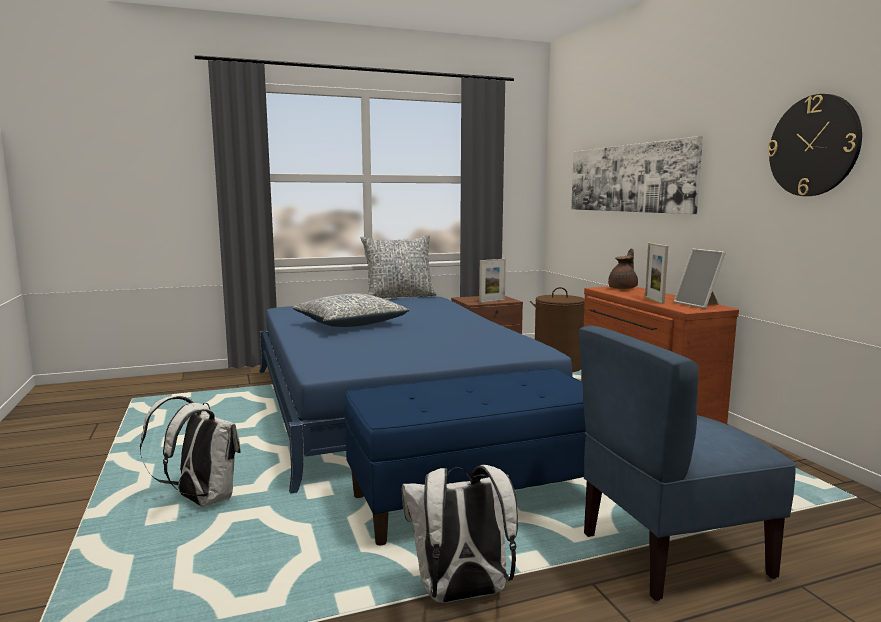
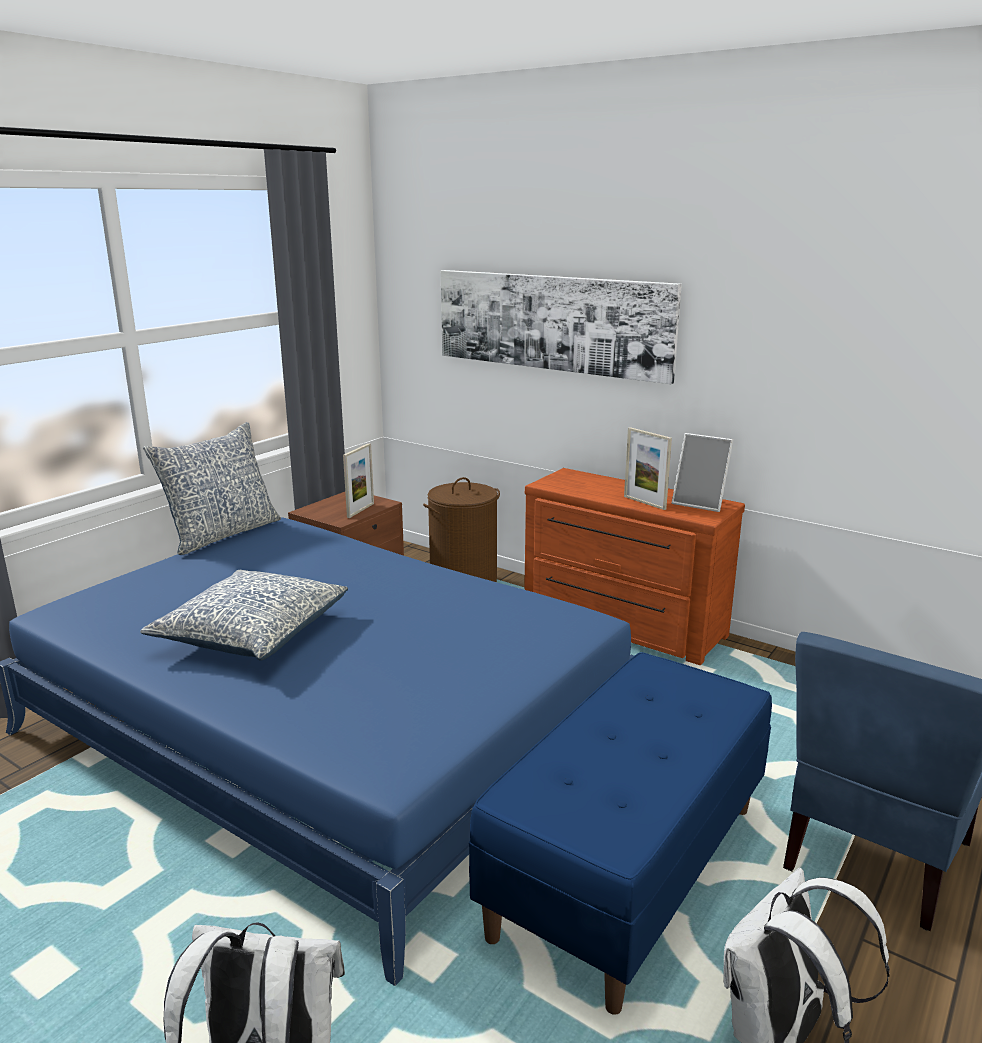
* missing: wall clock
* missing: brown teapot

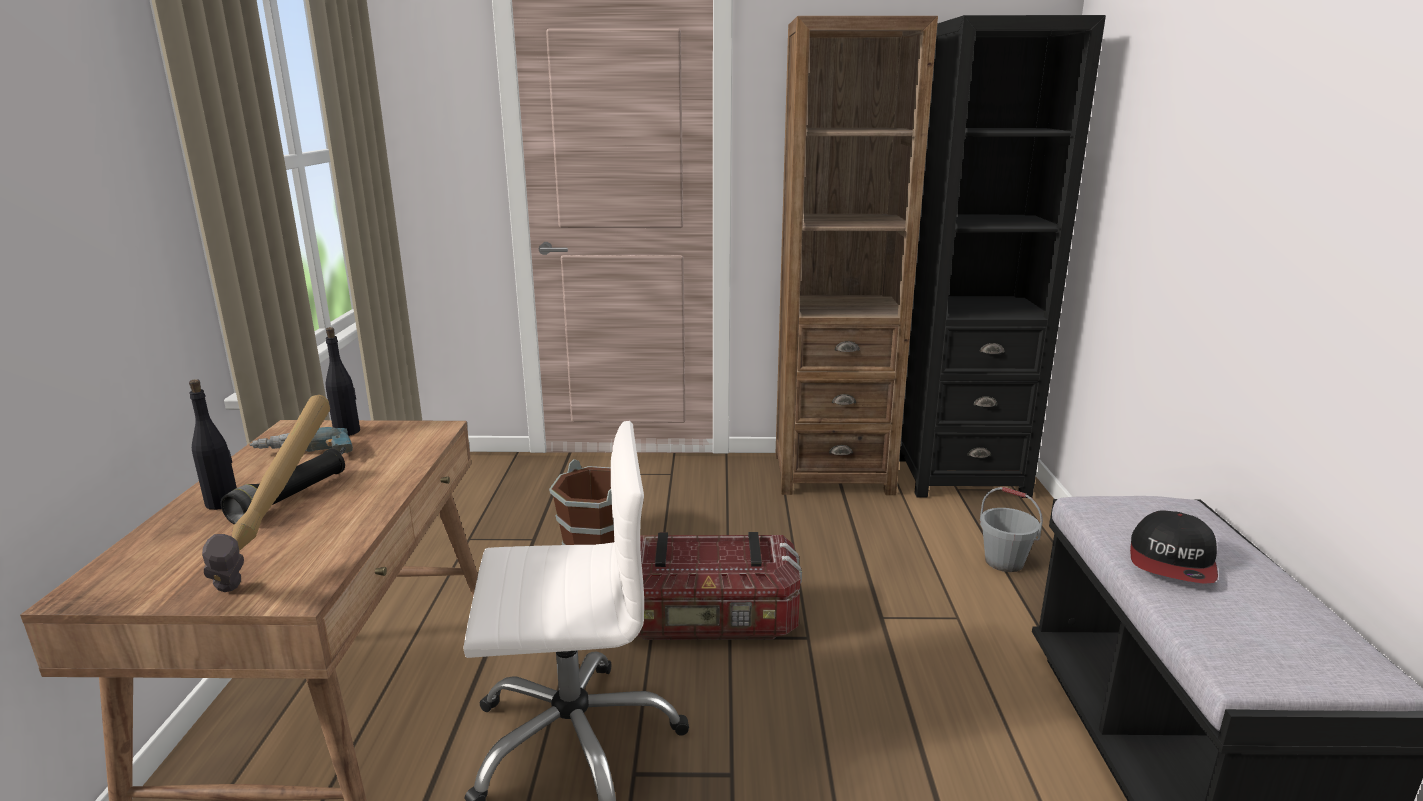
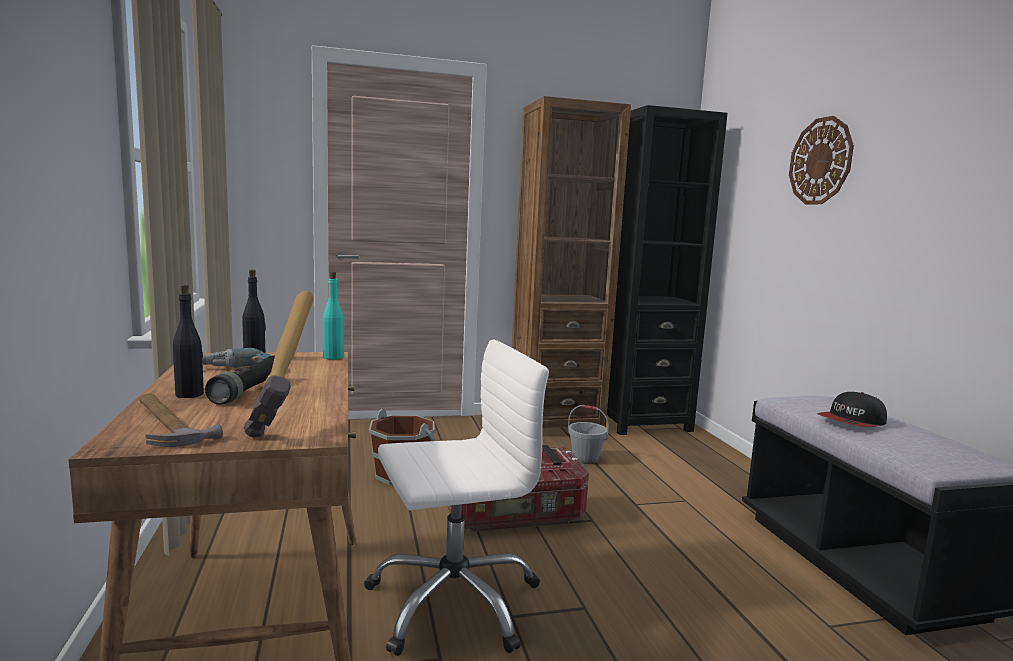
* relocated: grey bucket
* spun: cap 45 degrees clockwise
* appeared: wall clock
* appeared: turquoise bottle
* appeared: hammer (no. 1 from left)

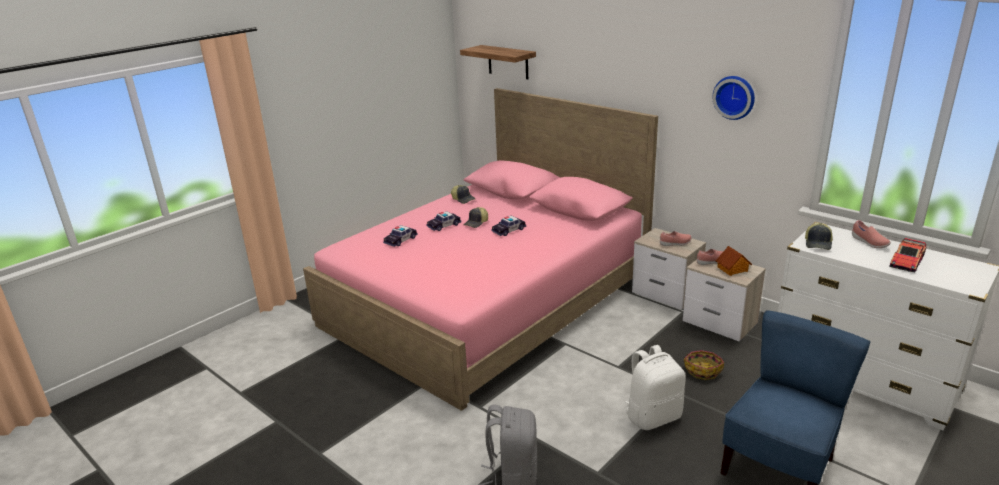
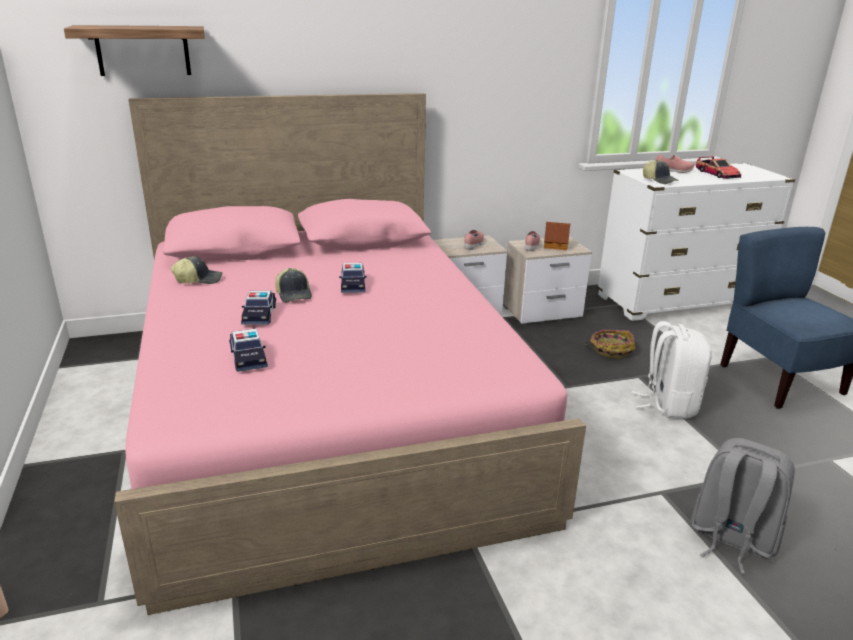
* missing: wall clock

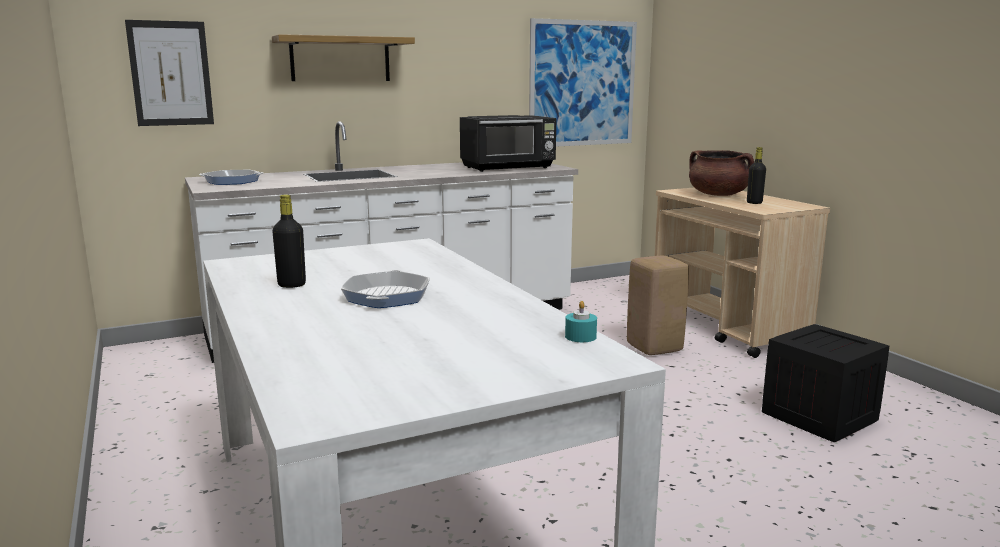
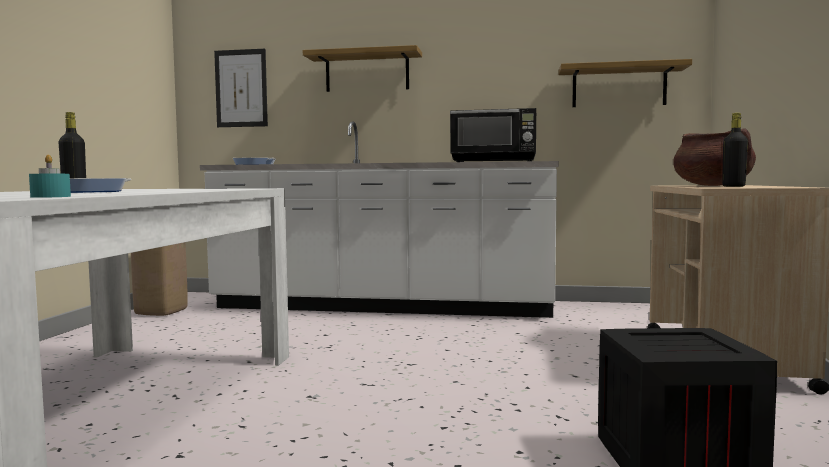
* exchanged: picture (no. 2 from left) to shelf (no. 2 from left)
* relocated: beige stool

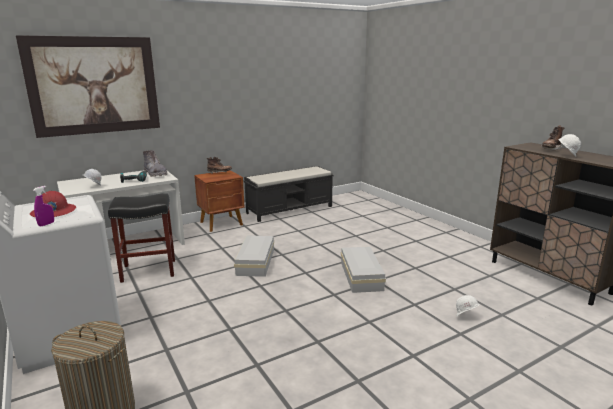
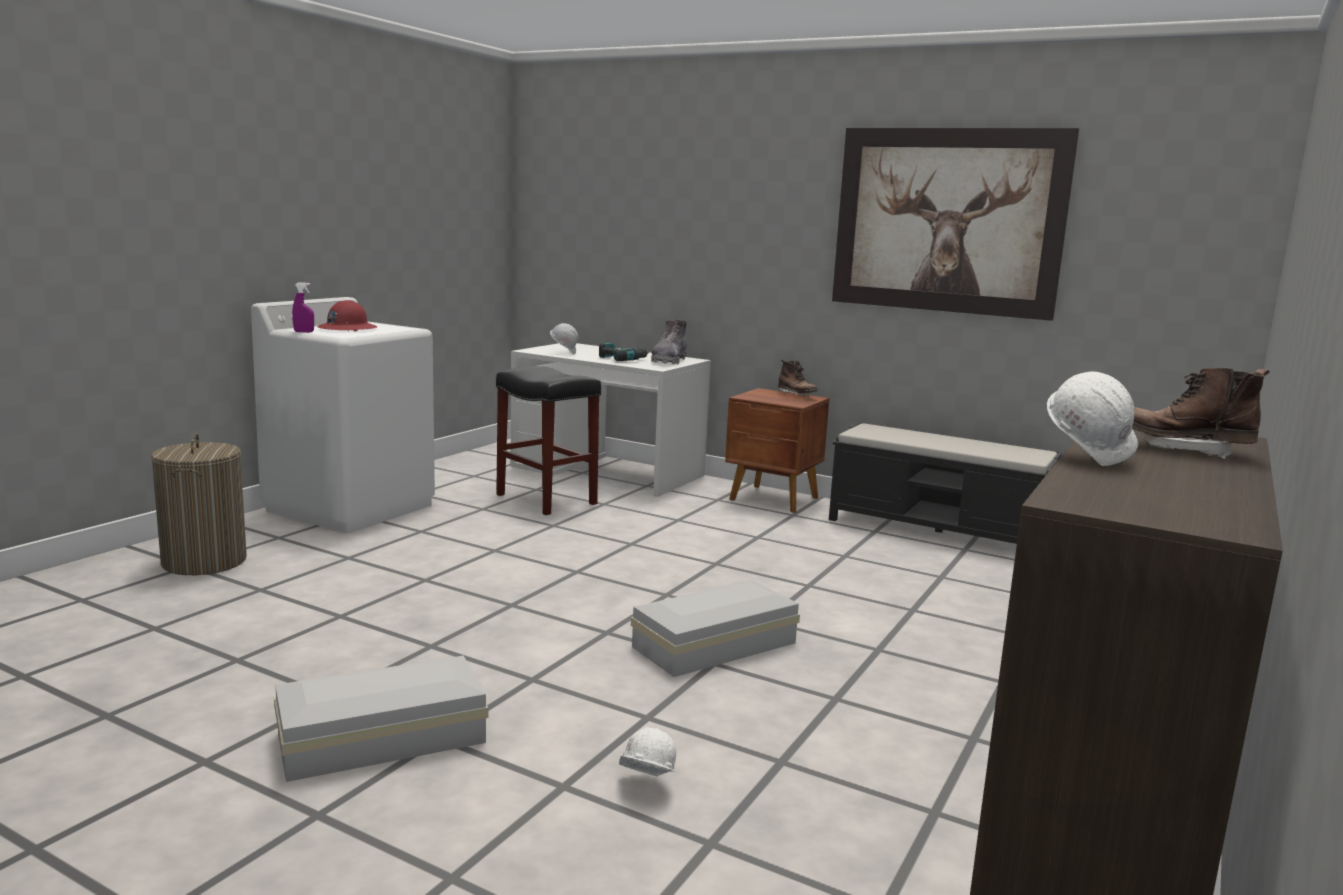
* relocated: picture
* relocated: white storage box (no. 1 from left)

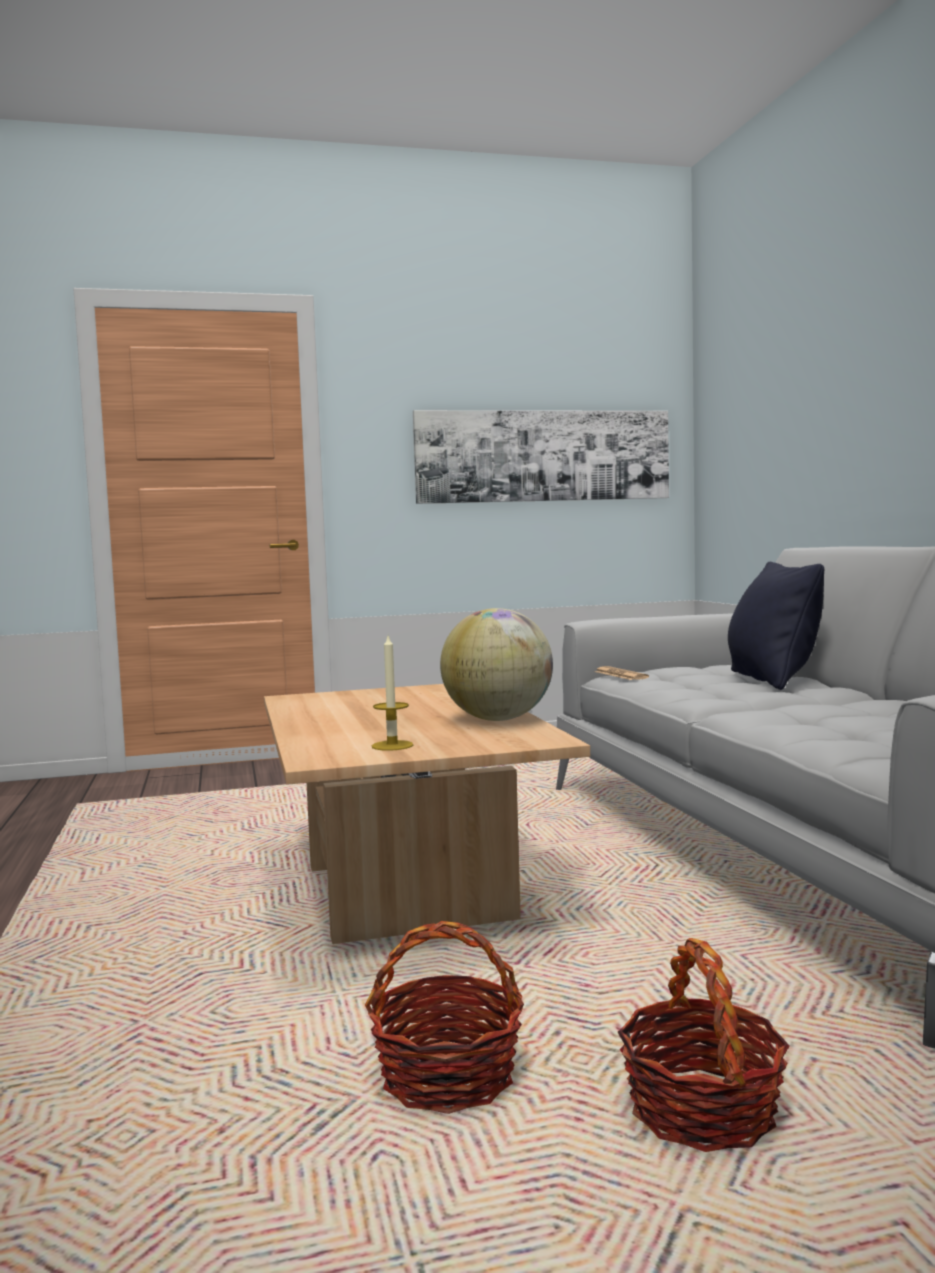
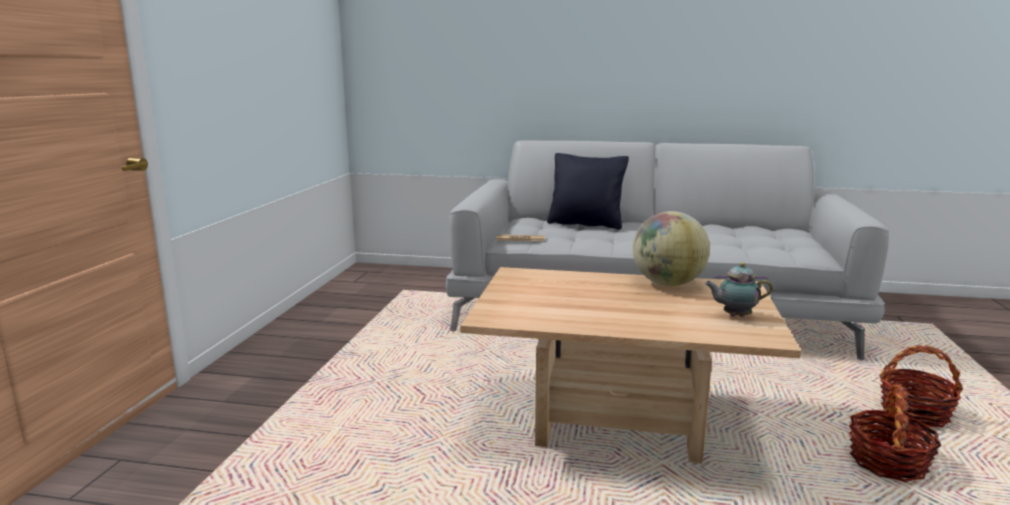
* missing: picture
* exchanged: candle to teapot

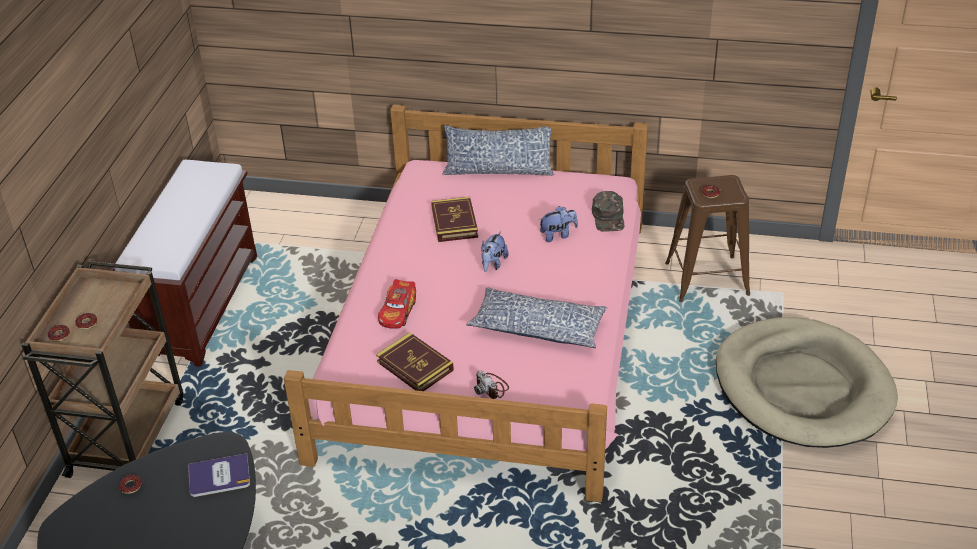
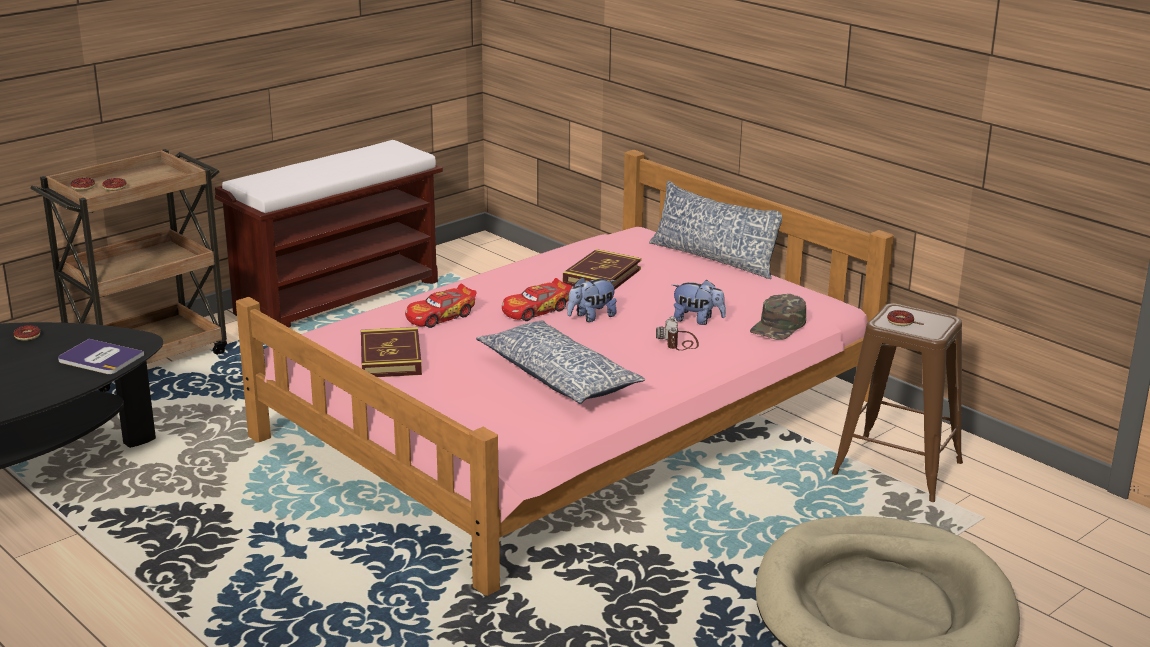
* relocated: photo camera
* appeared: toy car (no. 2 from left)

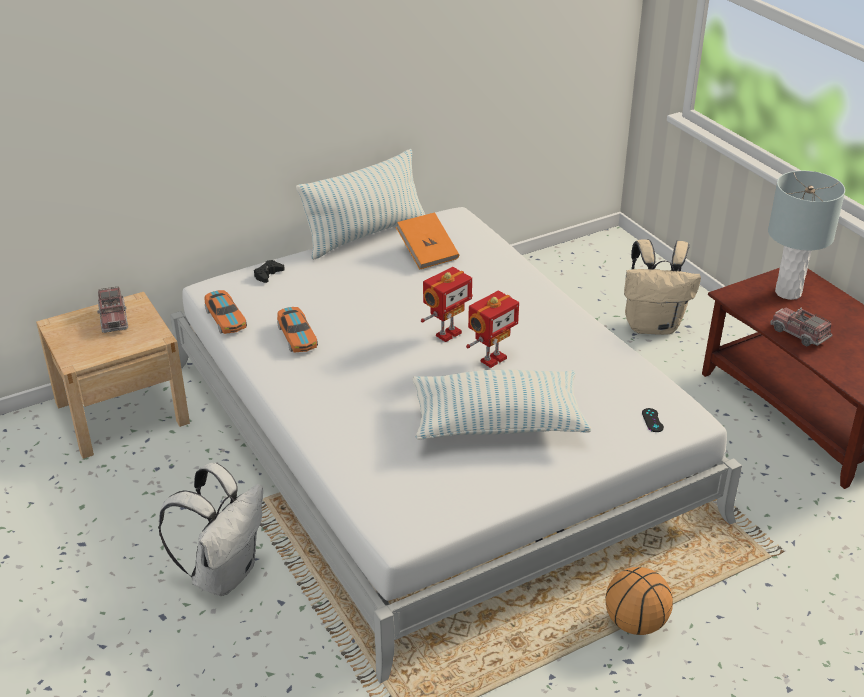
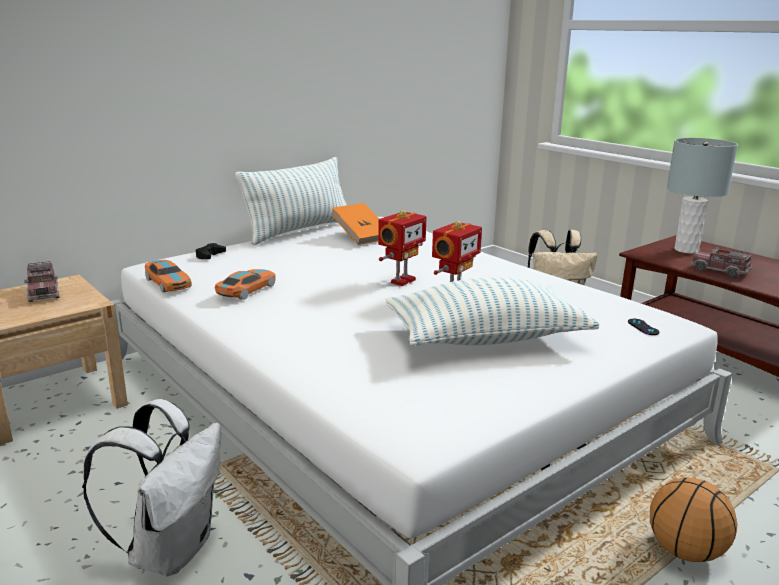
* spun: toy car (no. 2 from left) 120 degrees counterclockwise

